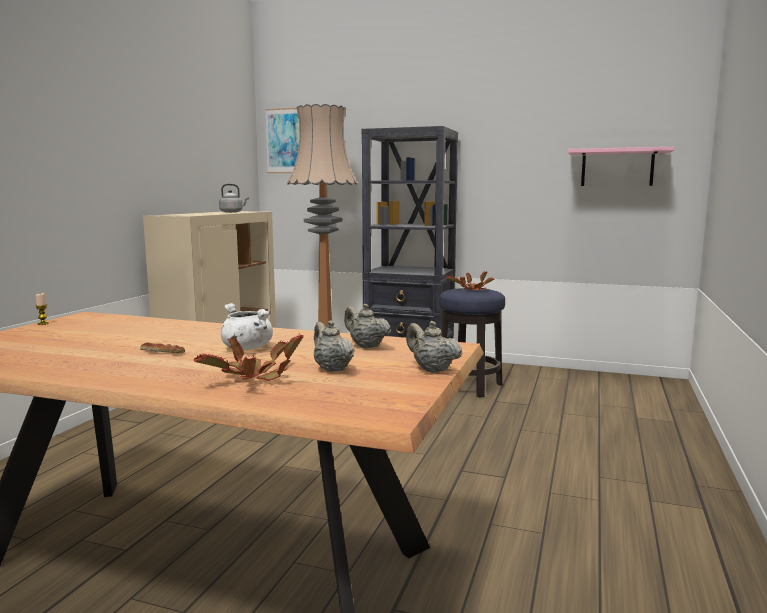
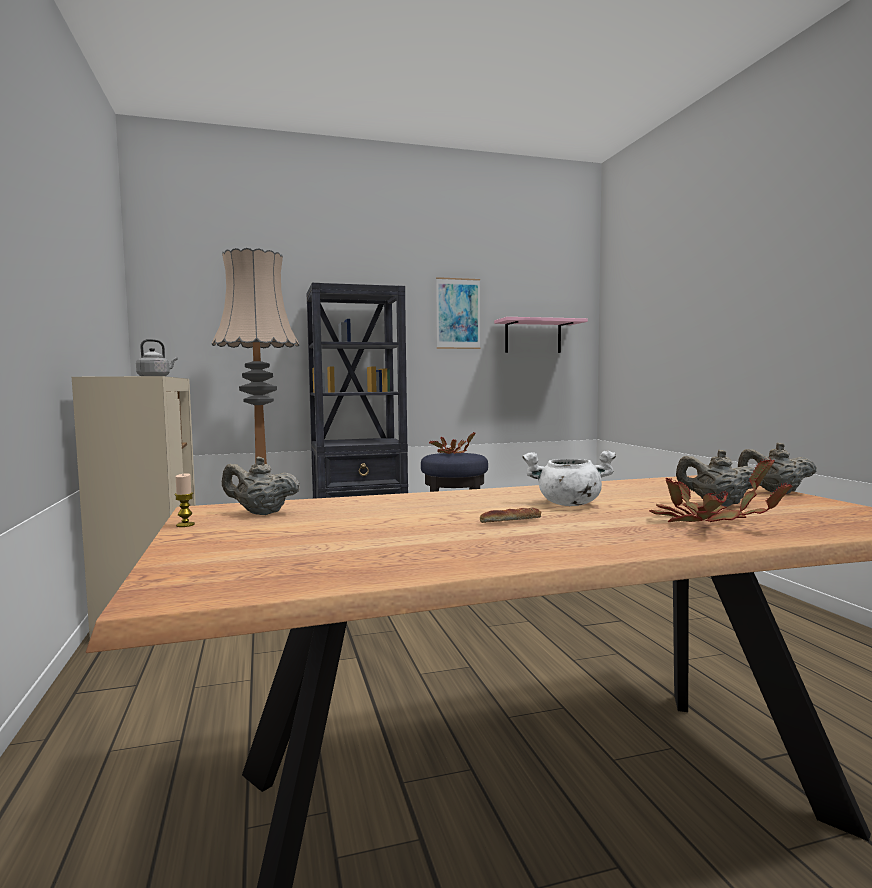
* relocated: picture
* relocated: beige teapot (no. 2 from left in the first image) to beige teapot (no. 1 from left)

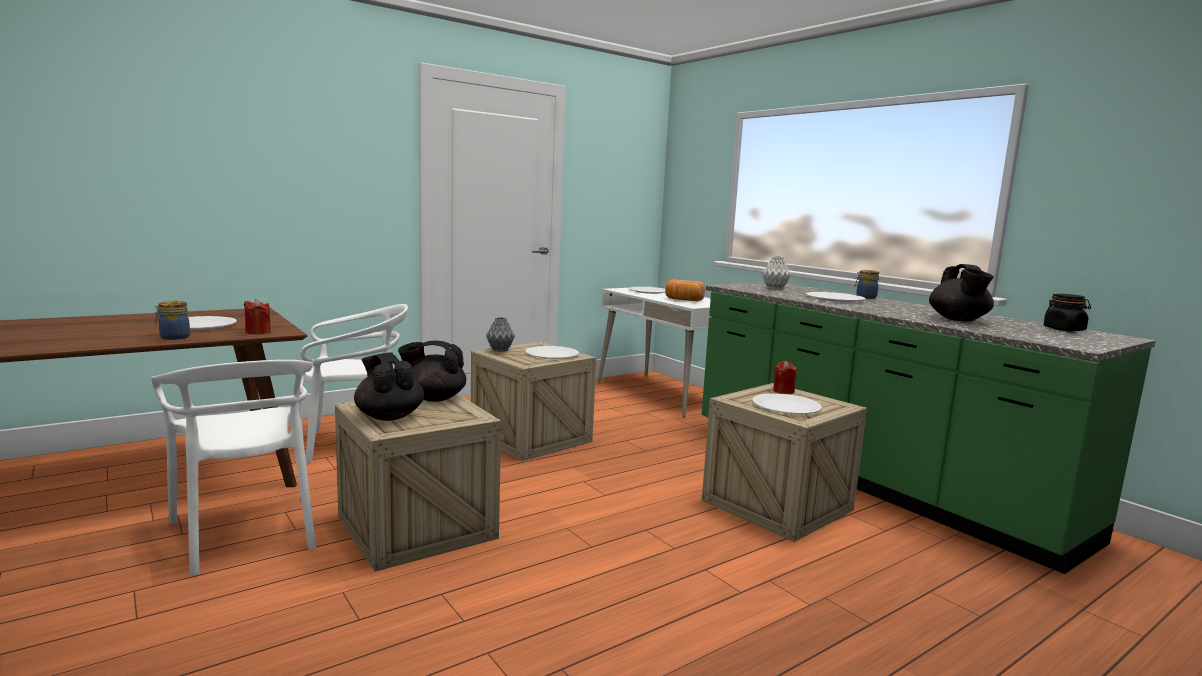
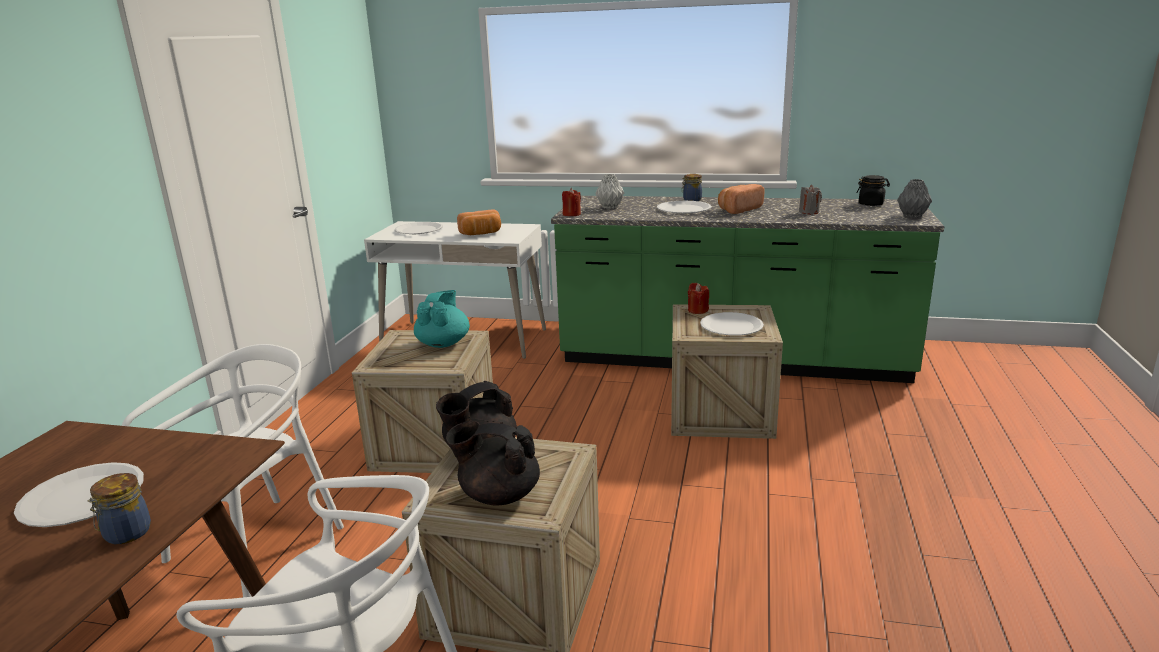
* exchanged: black teapot (no. 3 from left) to grey candle
* relocated: red candle (no. 1 from left)
* relocated: grey vase (no. 1 from left in the first image) to grey vase (no. 2 from left)
* exchanged: white plate (no. 2 from left) to turquoise teapot
* appeared: bread (no. 2 from left)

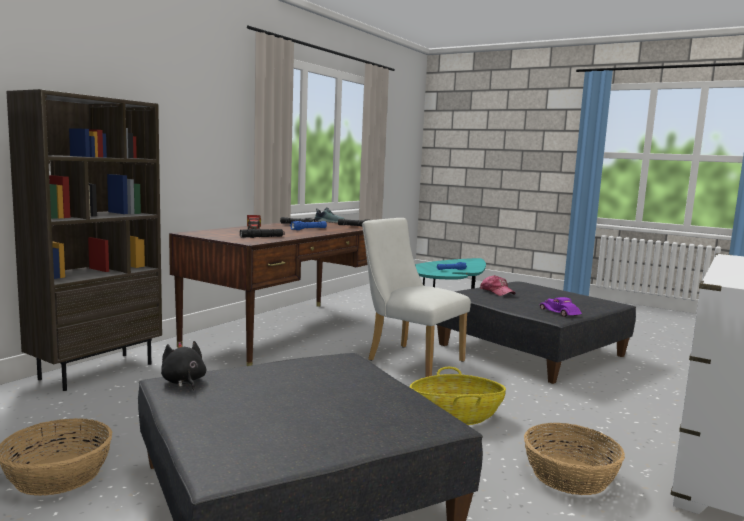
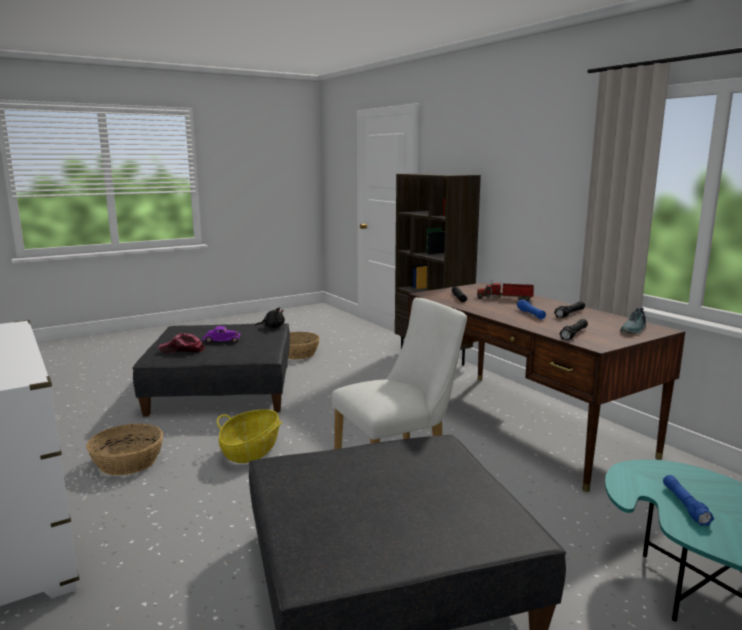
* relocated: cap
* relocated: purple toy car

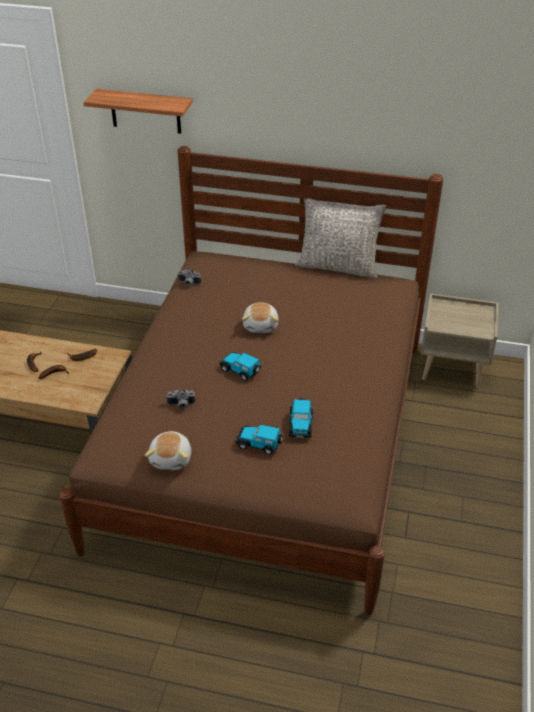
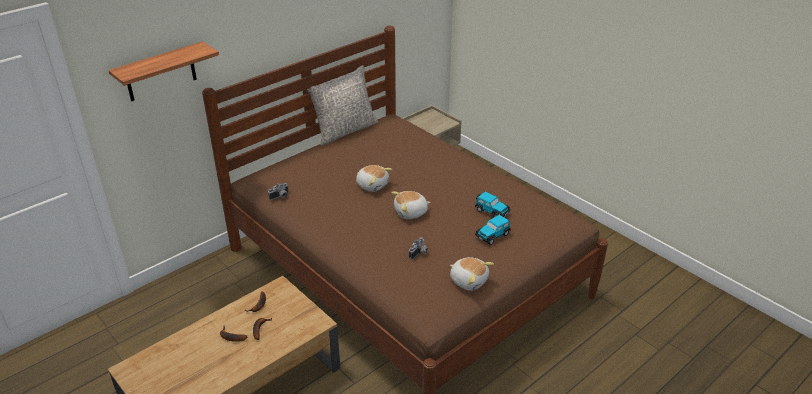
* exchanged: toy car (no. 1 from left) to plush toy (no. 2 from left)

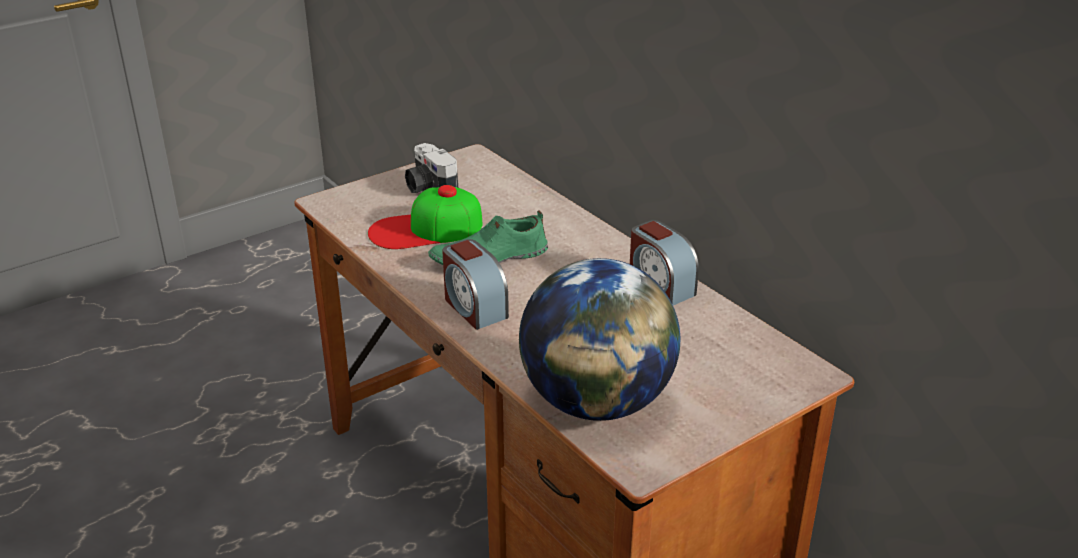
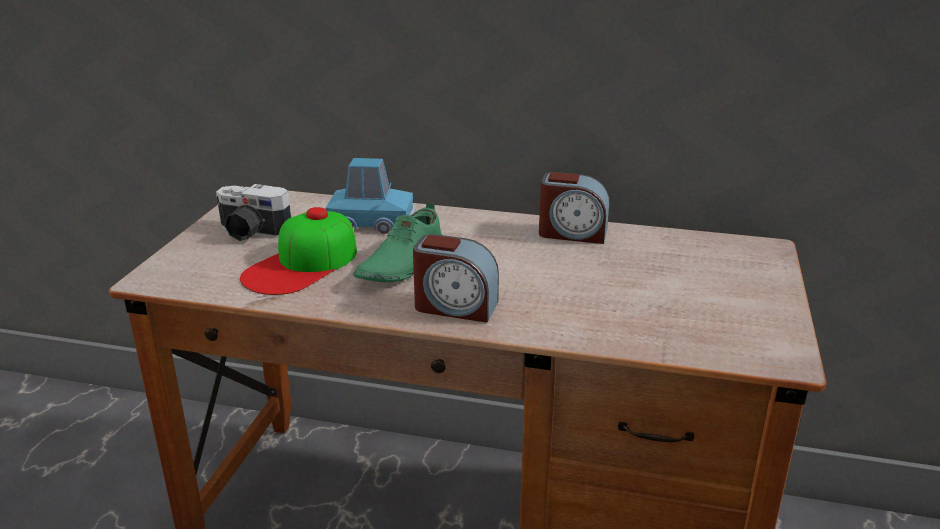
* missing: globe
* appeared: blue toy car

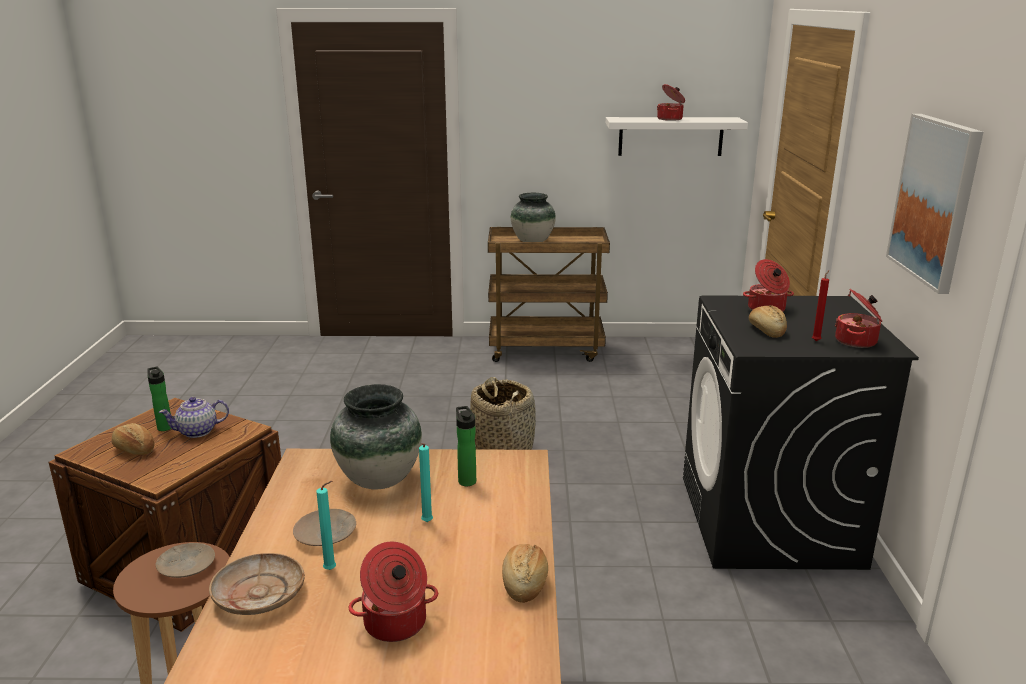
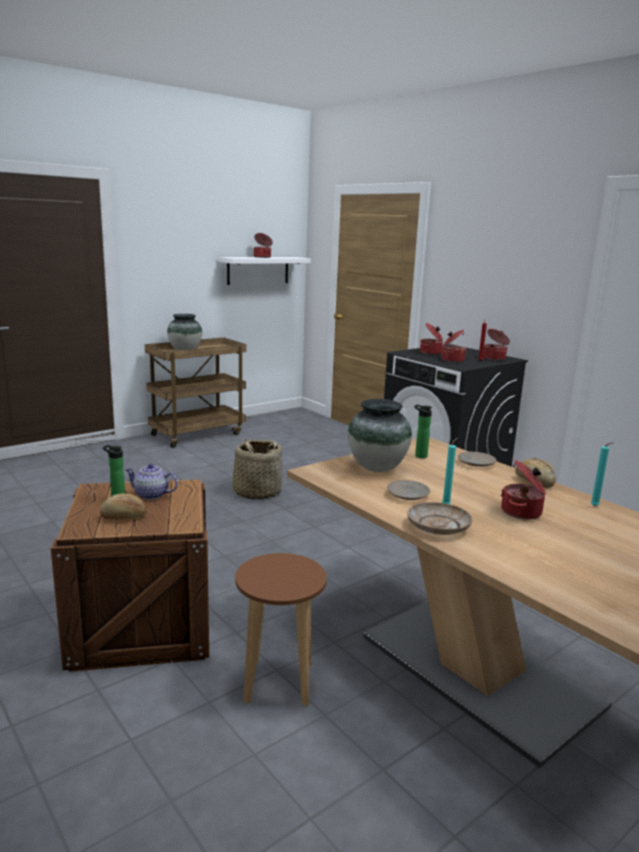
* missing: picture
* exchanged: bread (no. 3 from left) to cooking pot (no. 3 from left)
* spun: teapot 75 degrees clockwise
* relocated: turquoise candle (no. 2 from left)
* relocated: beige plate (no. 1 from left in the first image) to beige plate (no. 3 from left)

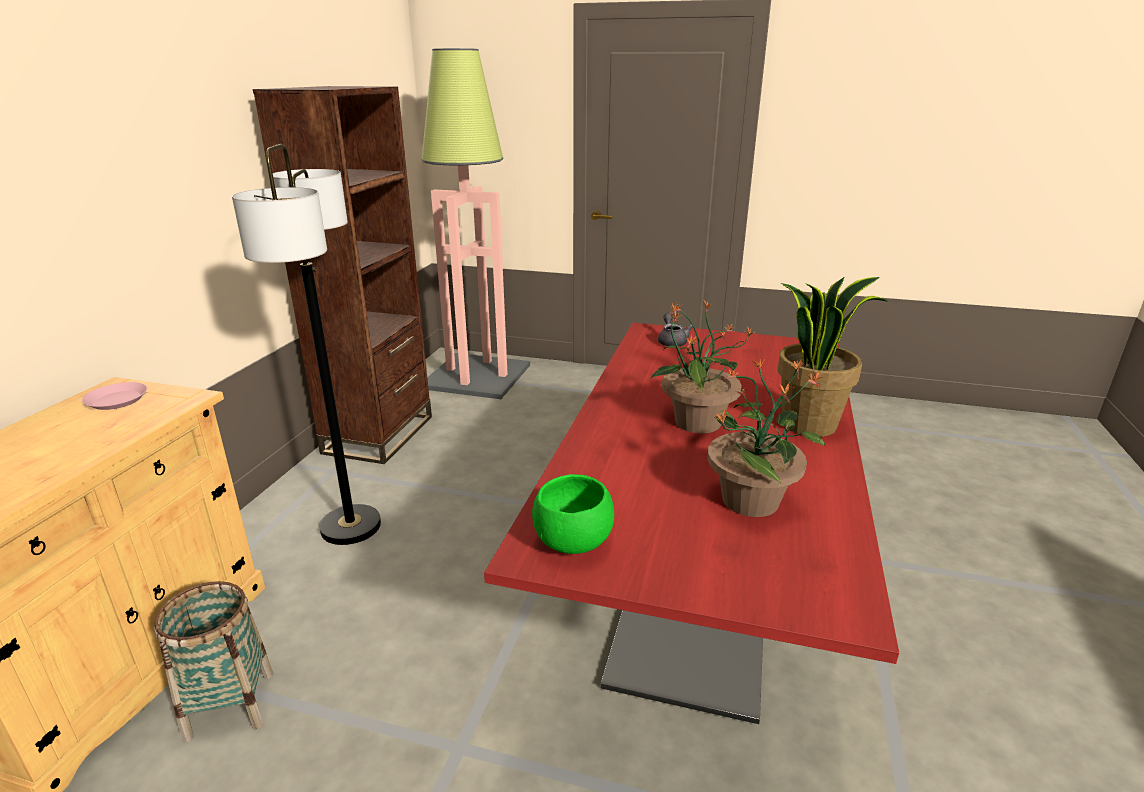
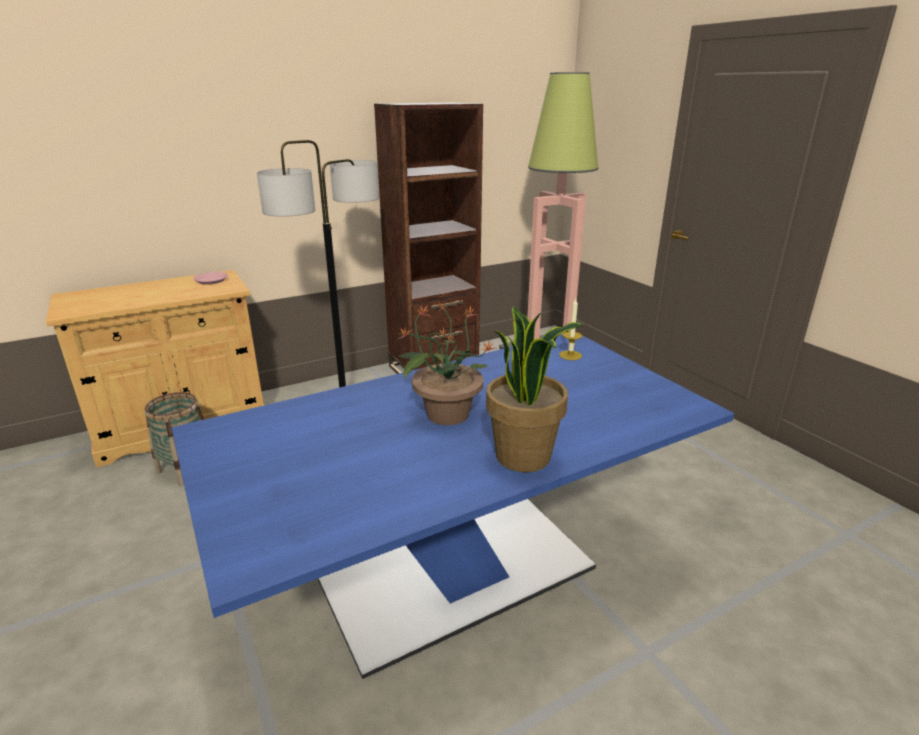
* exchanged: grey teapot to candle
* colour: red dining table to blue dining table
* missing: potted plant (no. 2 from left)
* missing: green bowl

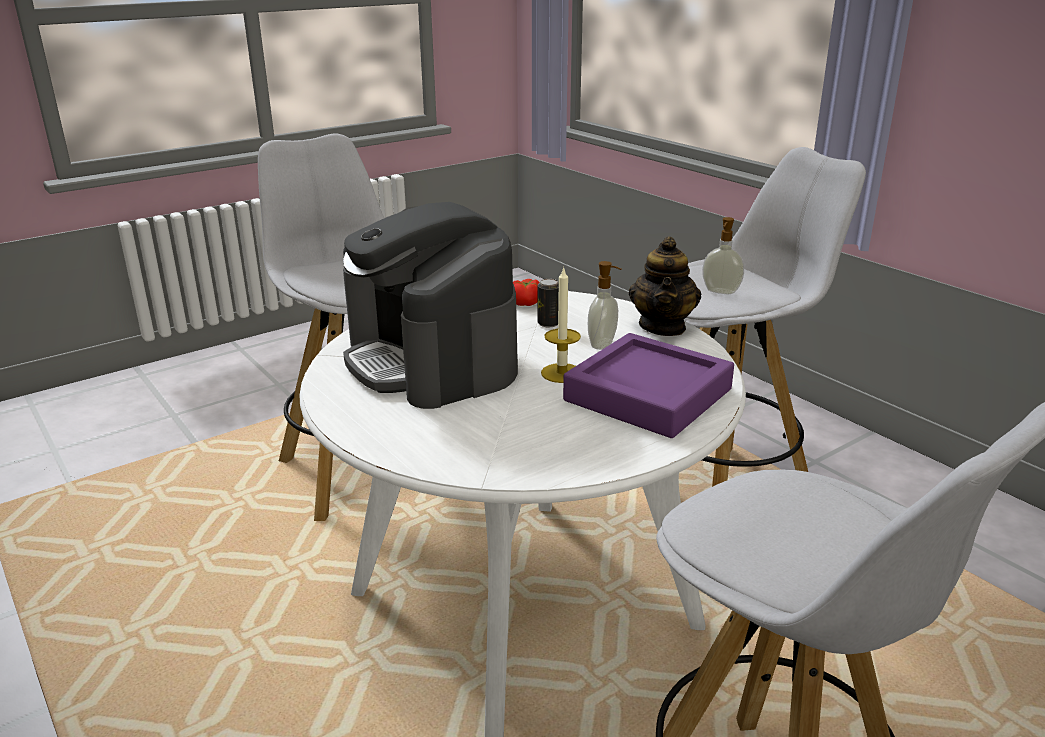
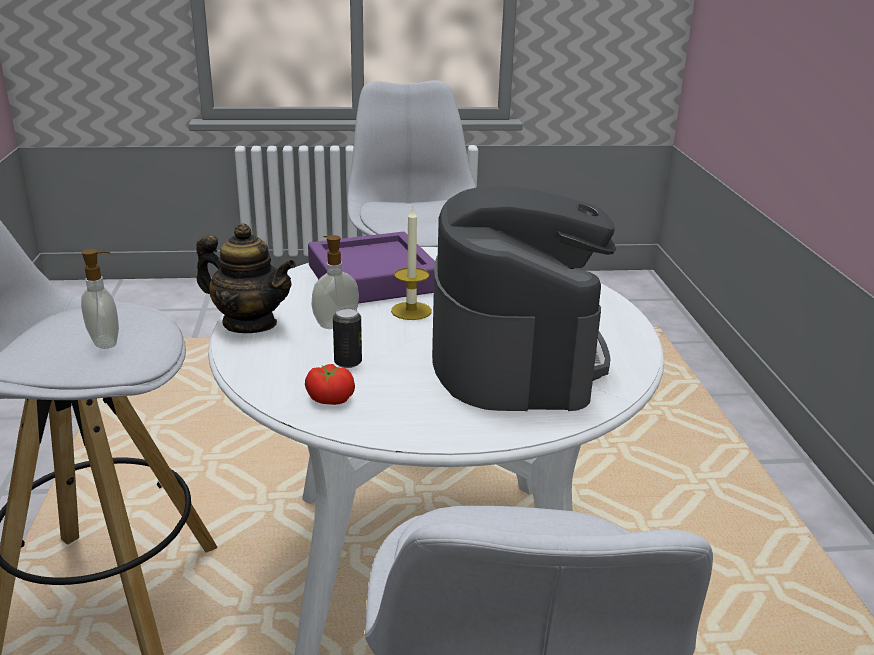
* spun: teapot 75 degrees clockwise

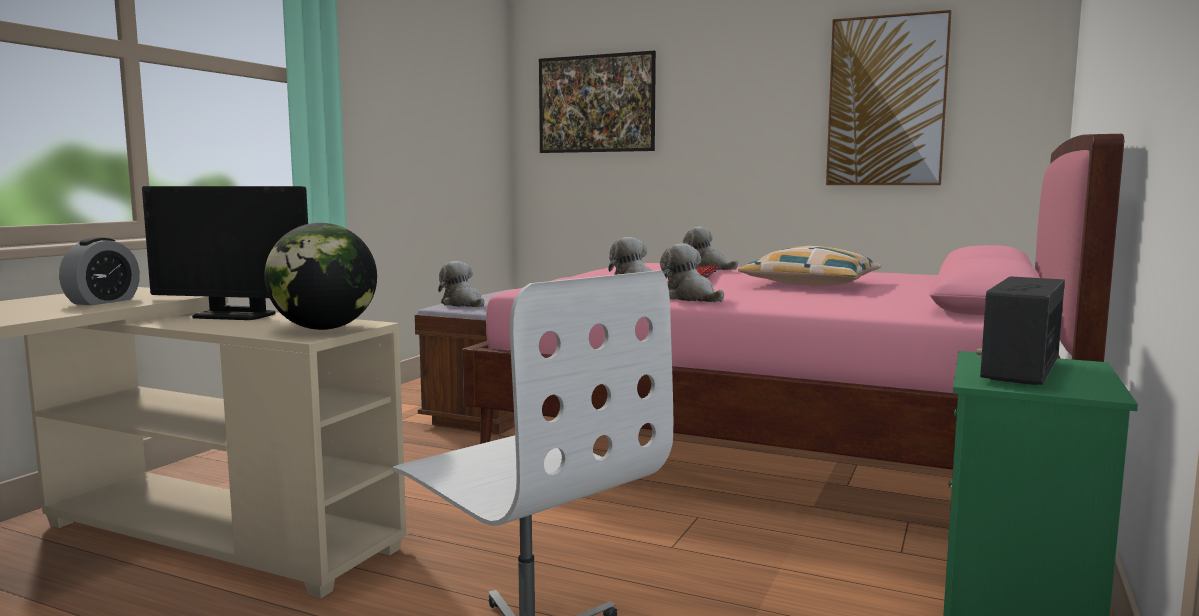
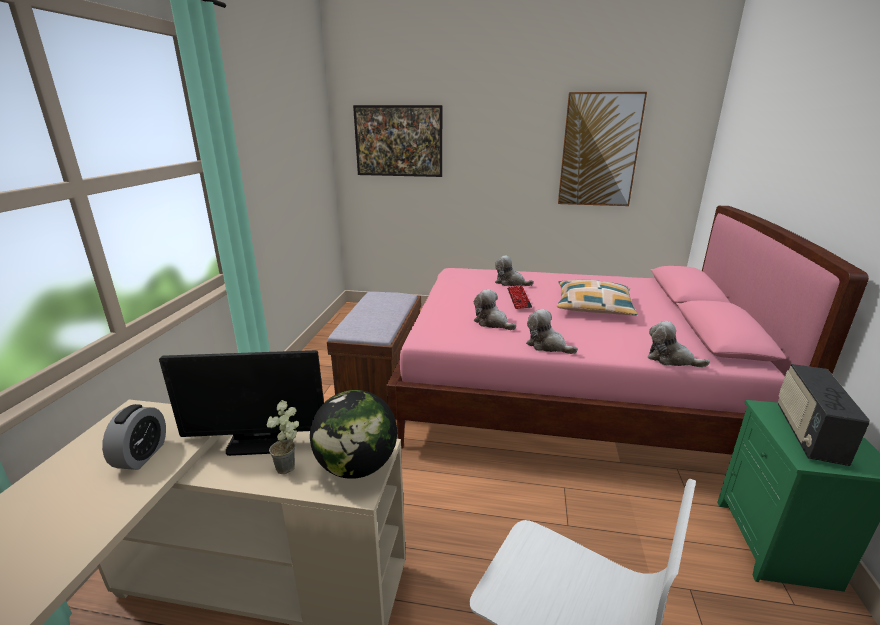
* relocated: plush toy (no. 1 from left in the first image) to plush toy (no. 4 from left)
* appeared: potted plant

